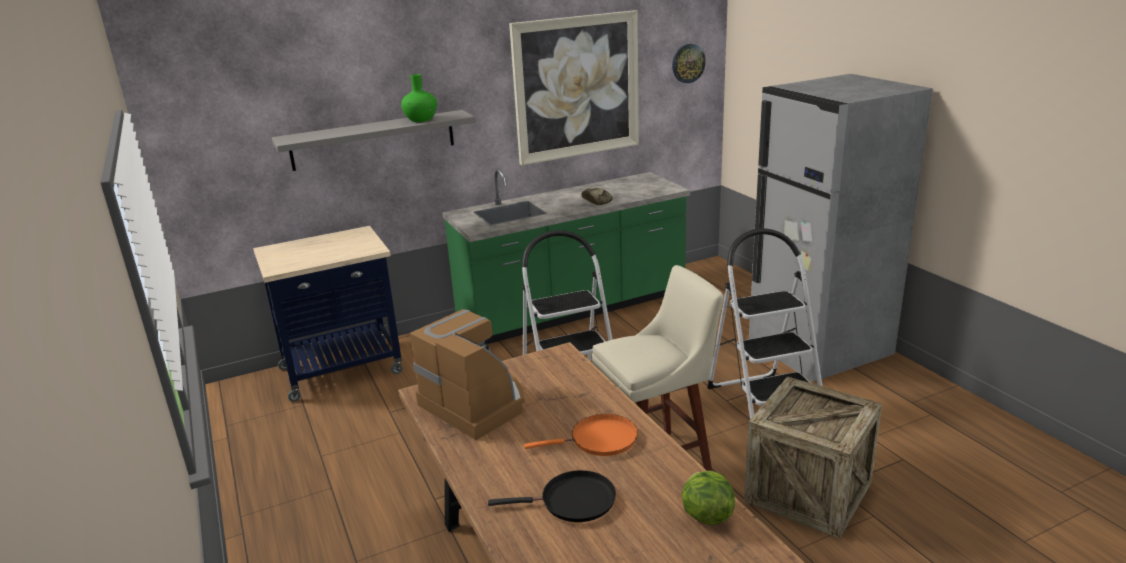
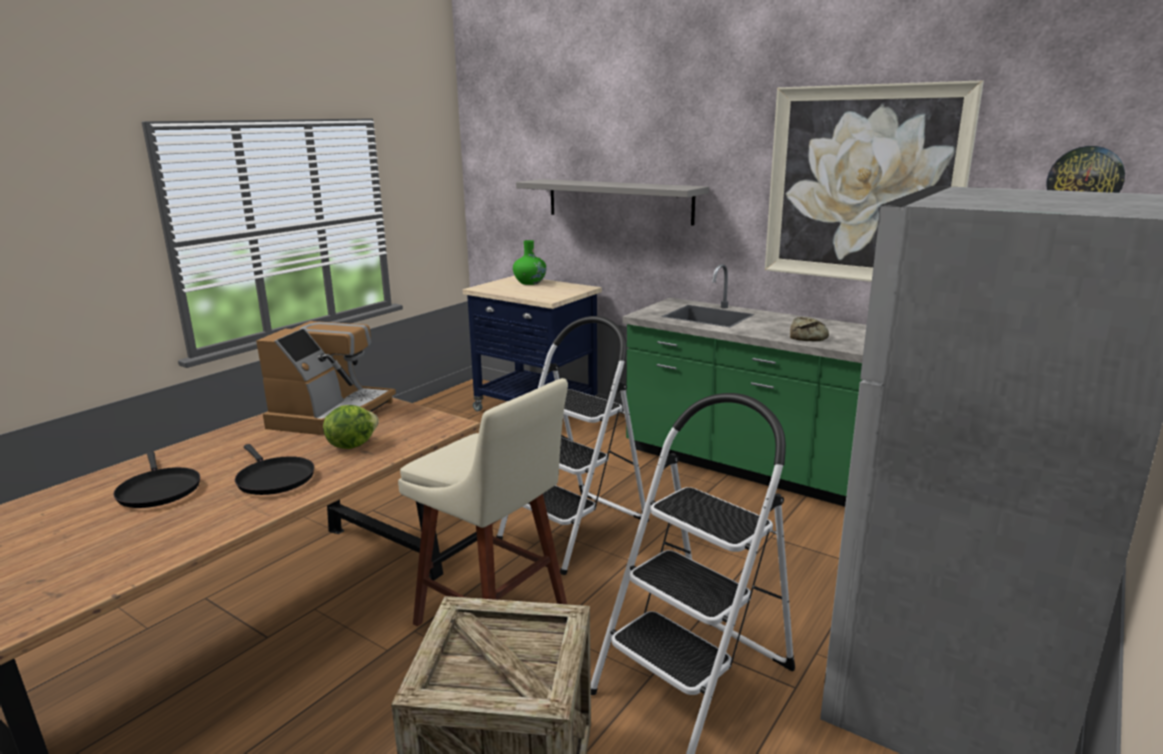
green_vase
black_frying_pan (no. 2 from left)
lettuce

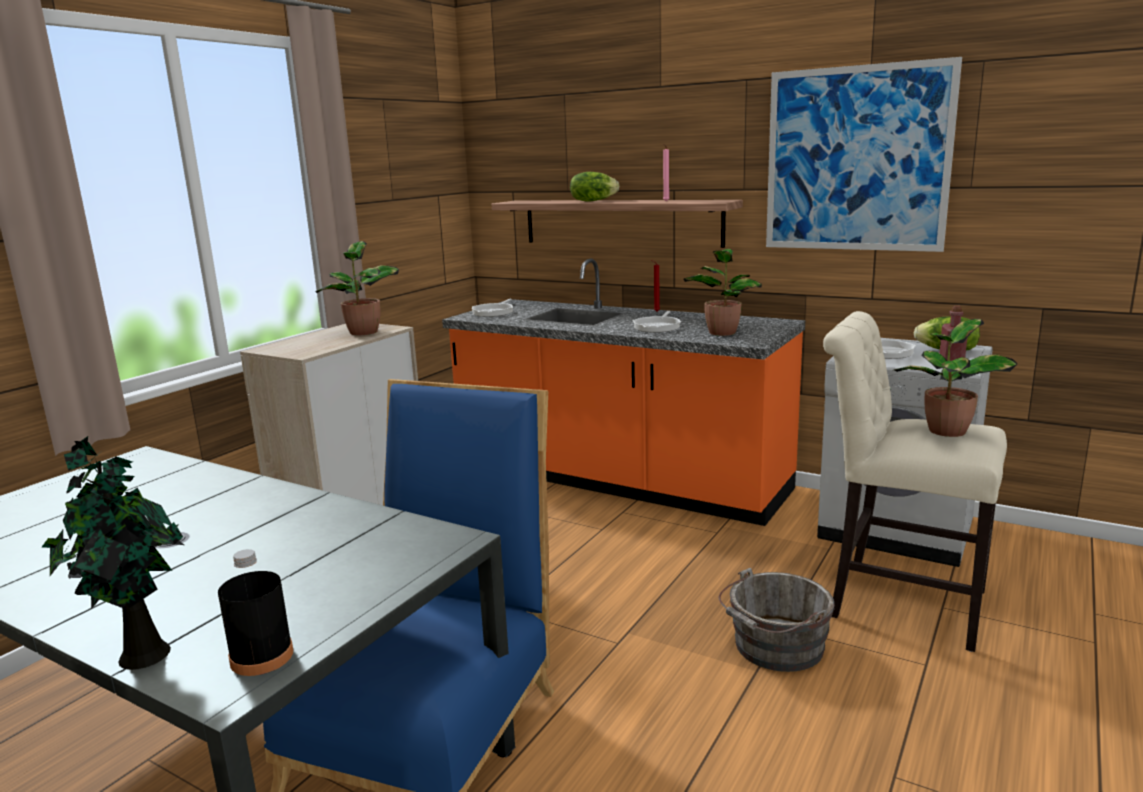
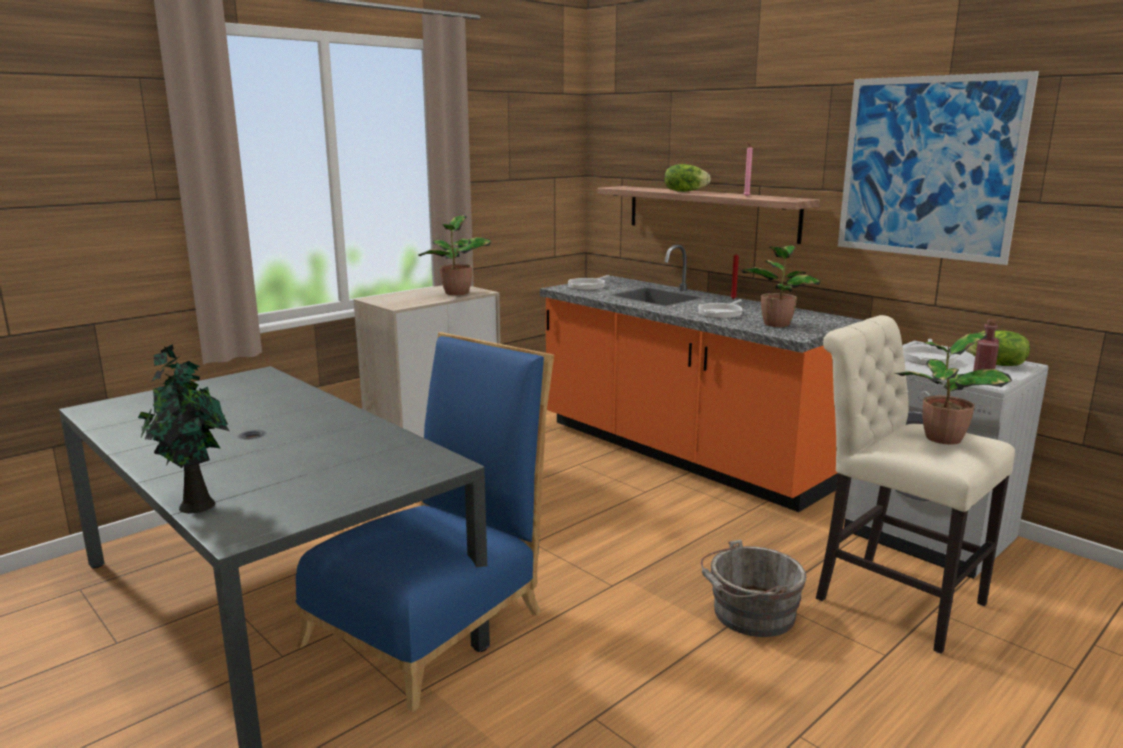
black_bottle

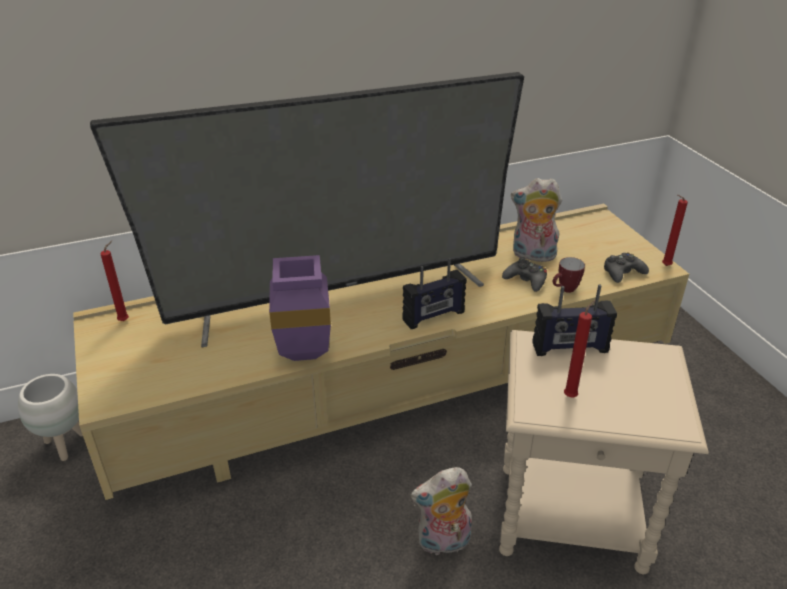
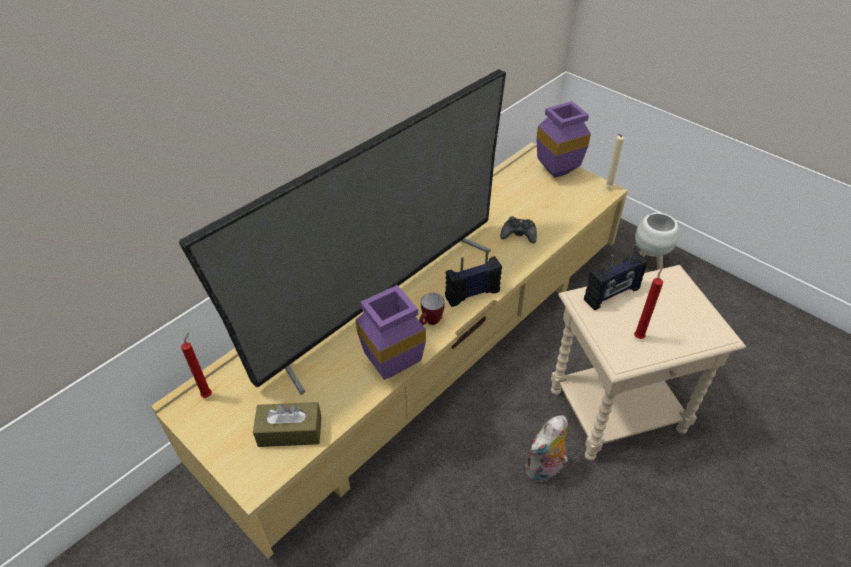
white_planter
radio (no. 1 from left)
plush_toy (no. 2 from left in the first image)
mug
black_game_controller (no. 2 from left in the first image)
beige_candle
brown_tissue_box
purple_vase (no. 2 from left)

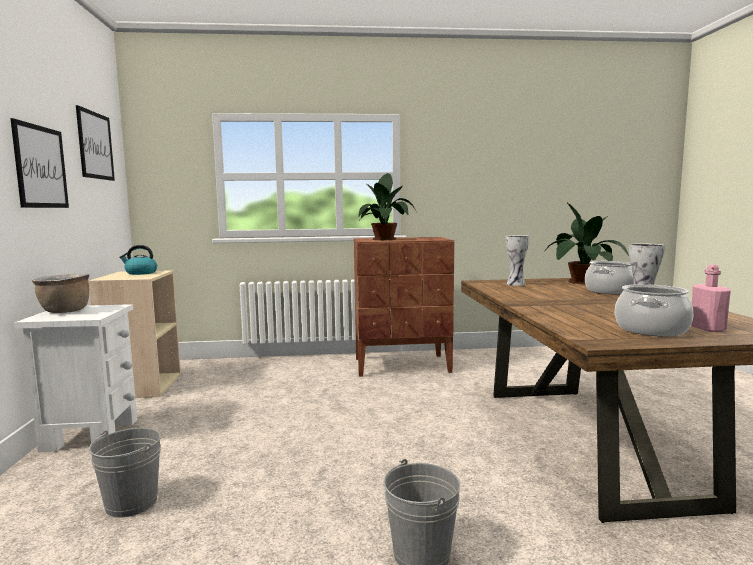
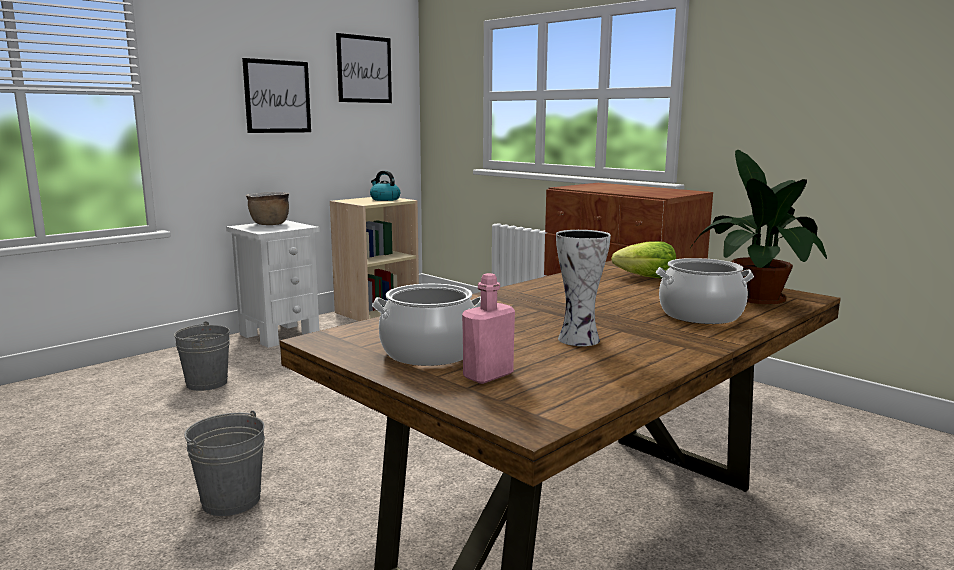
potted_plant (no. 1 from left in the first image)
lettuce

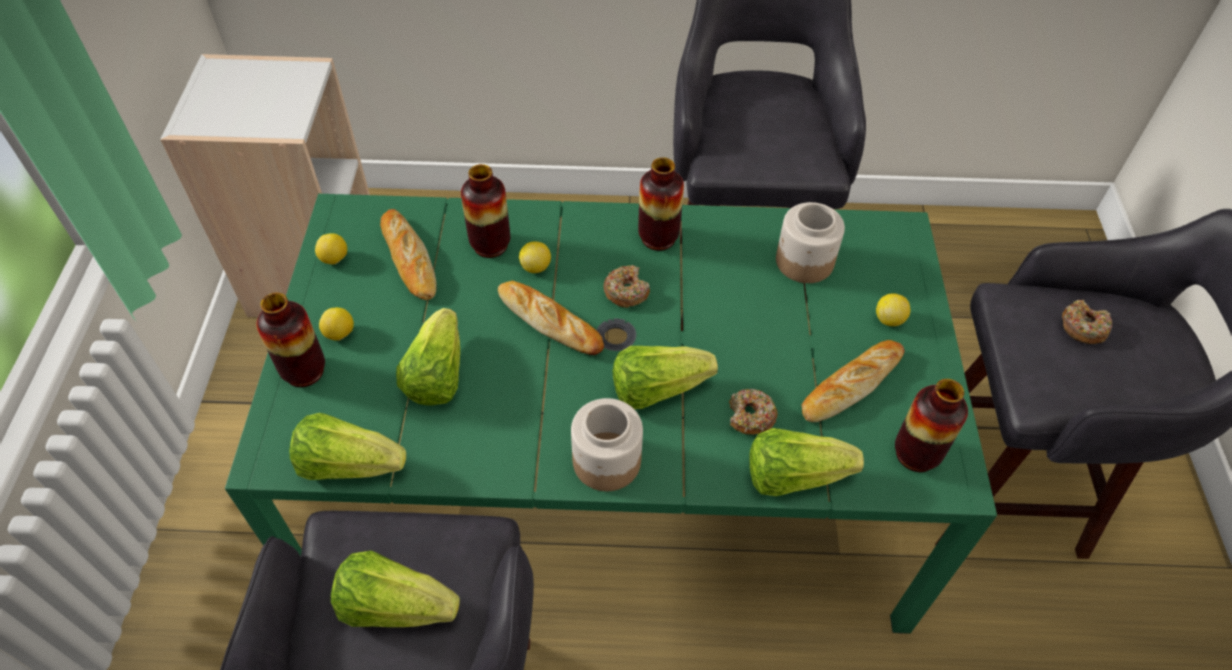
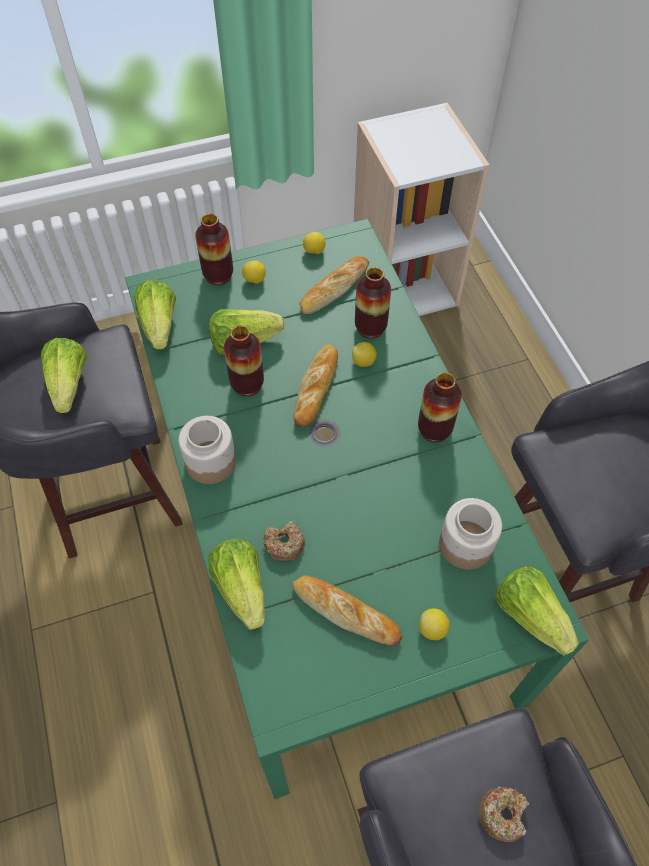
donut (no. 1 from left in the first image)
lettuce (no. 5 from left)
vase (no. 2 from left)

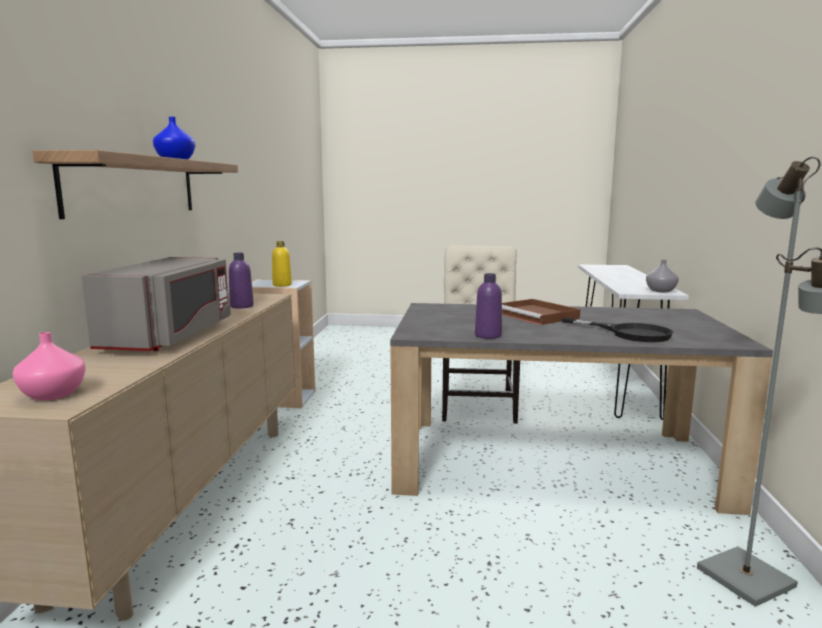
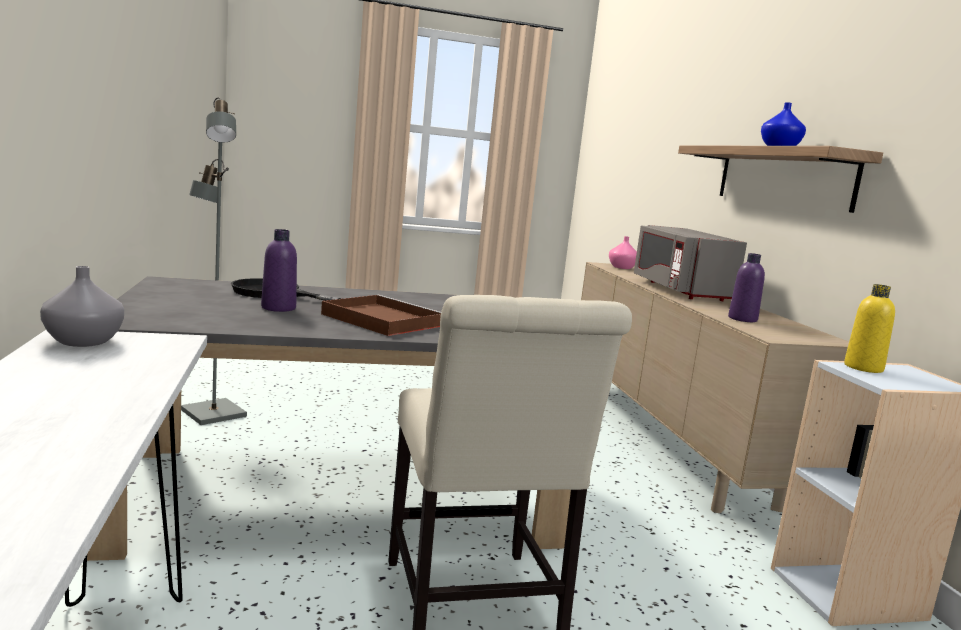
purple_bottle (no. 1 from left)

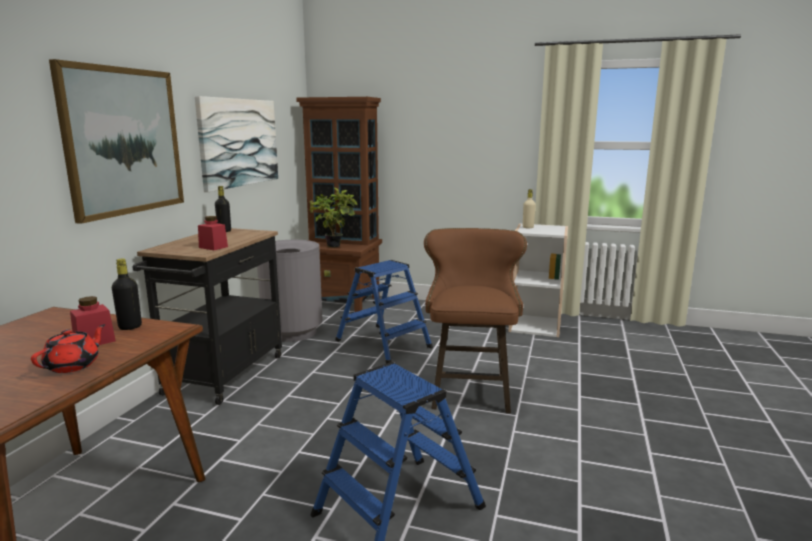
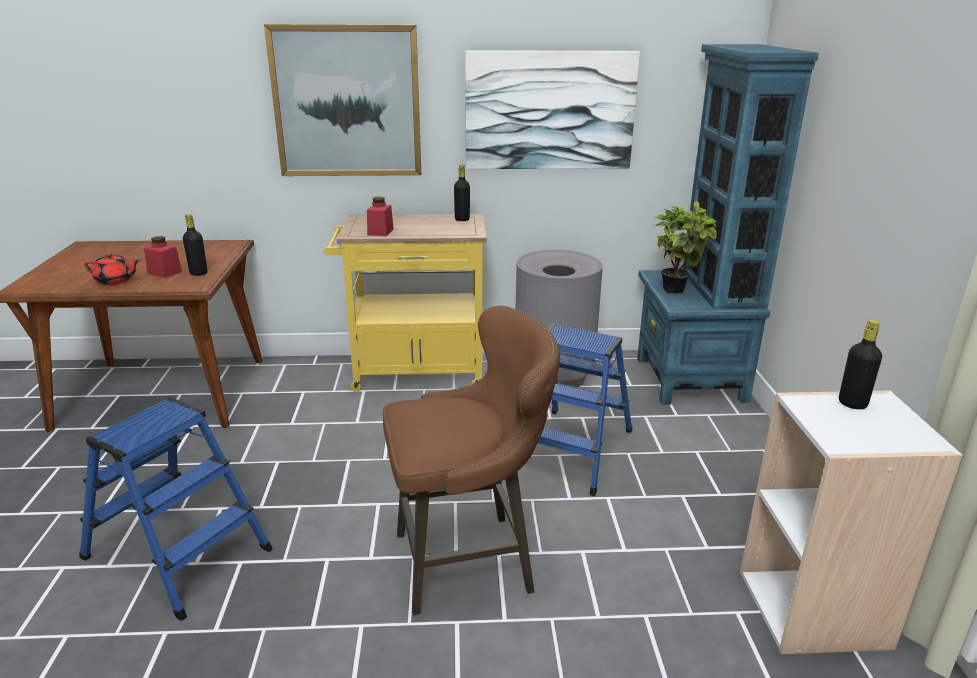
yellow_cart
blue_cabinet
black_bottle (no. 3 from left)

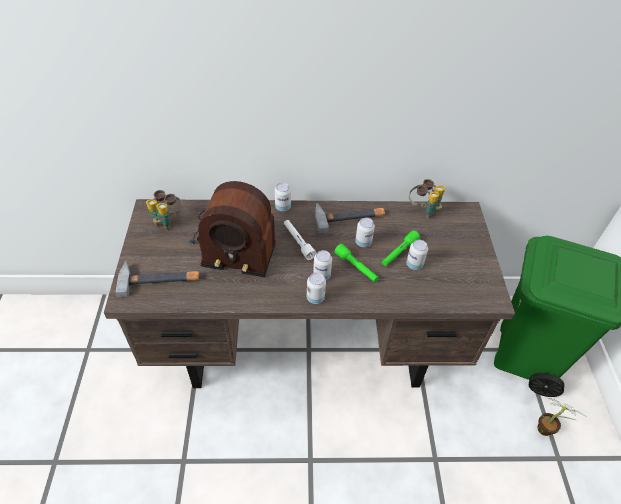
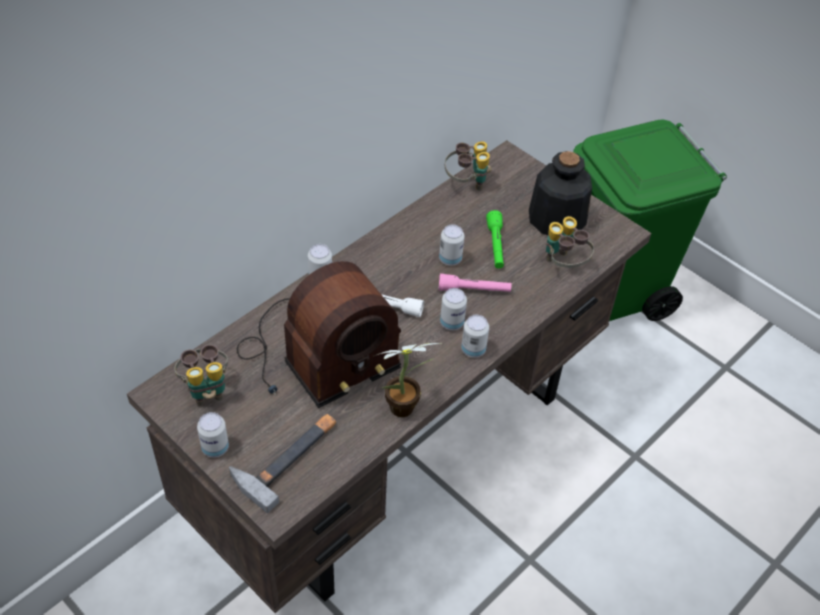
hammer (no. 2 from left in the first image)
pink_flashlight
can (no. 1 from left)
potted_plant
bottle
binoculars (no. 3 from left)

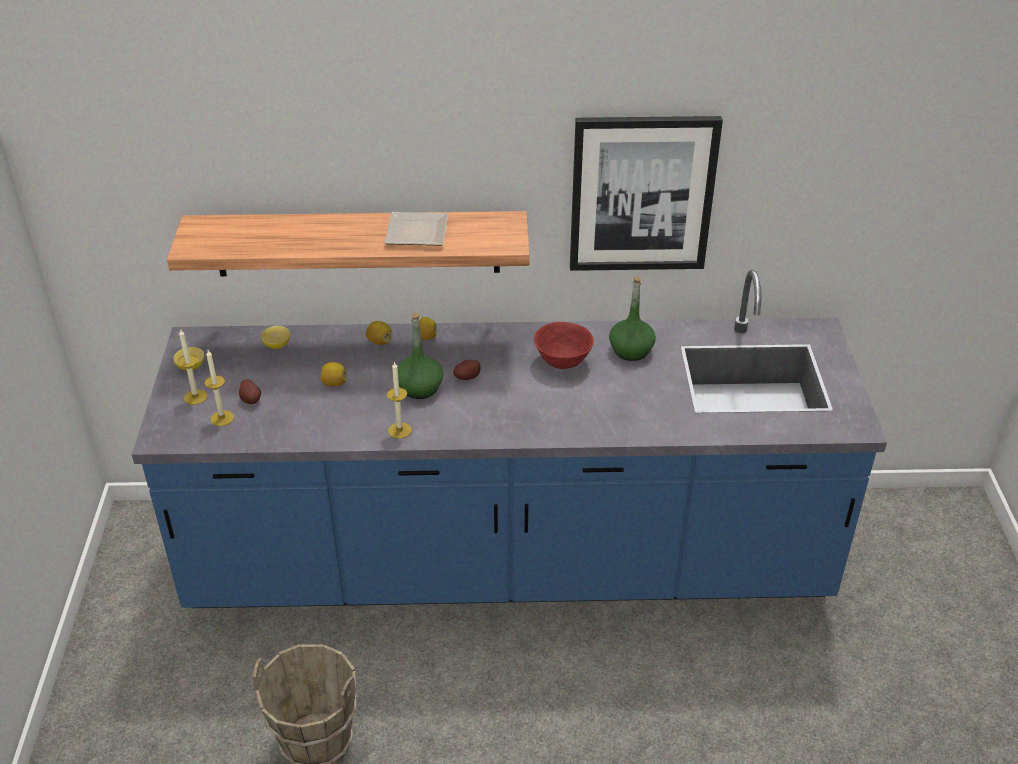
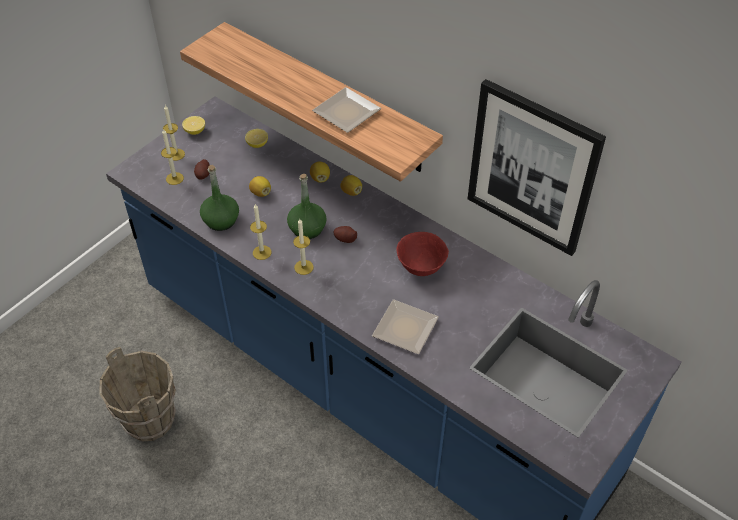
green_bottle (no. 1 from left)
candle (no. 4 from left)
plate (no. 2 from left)

